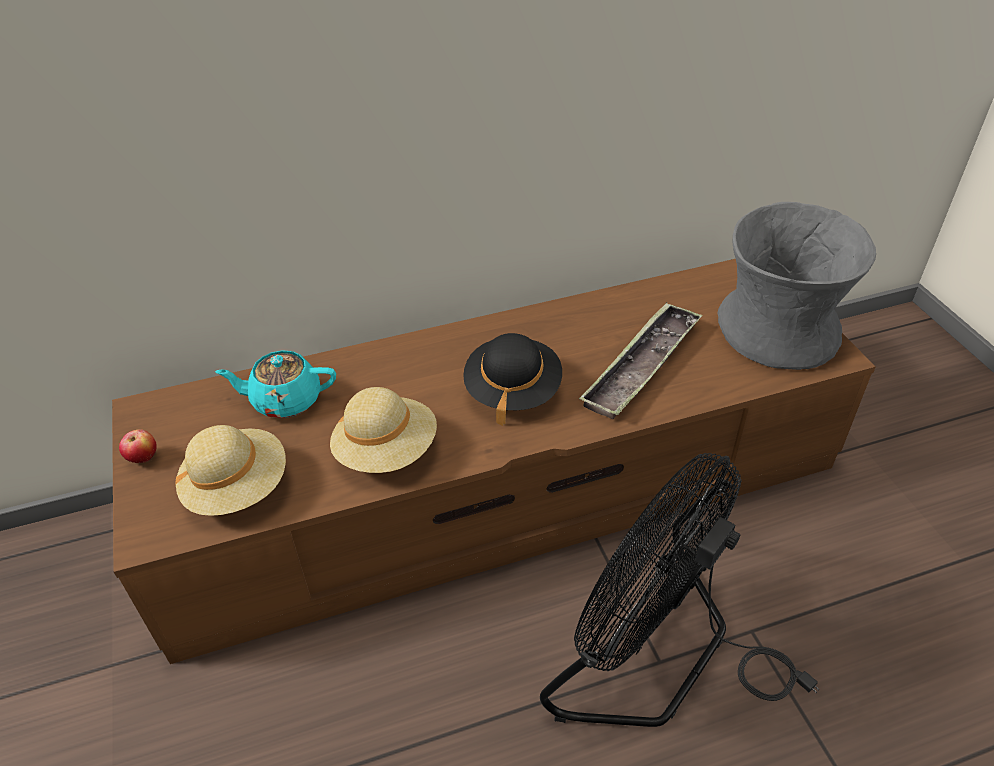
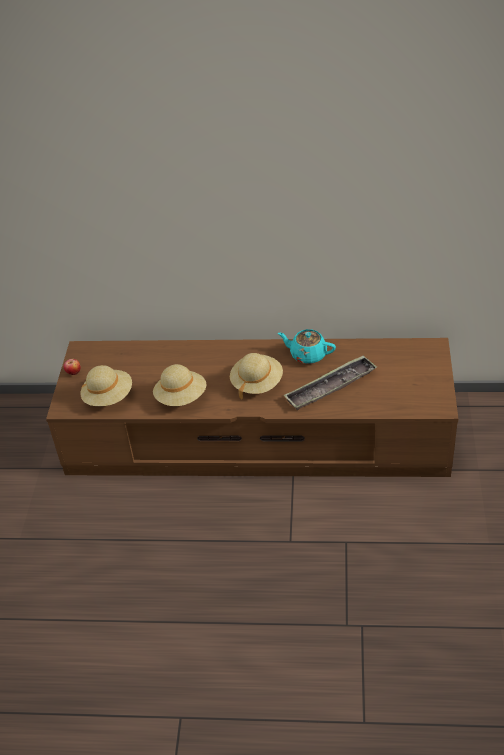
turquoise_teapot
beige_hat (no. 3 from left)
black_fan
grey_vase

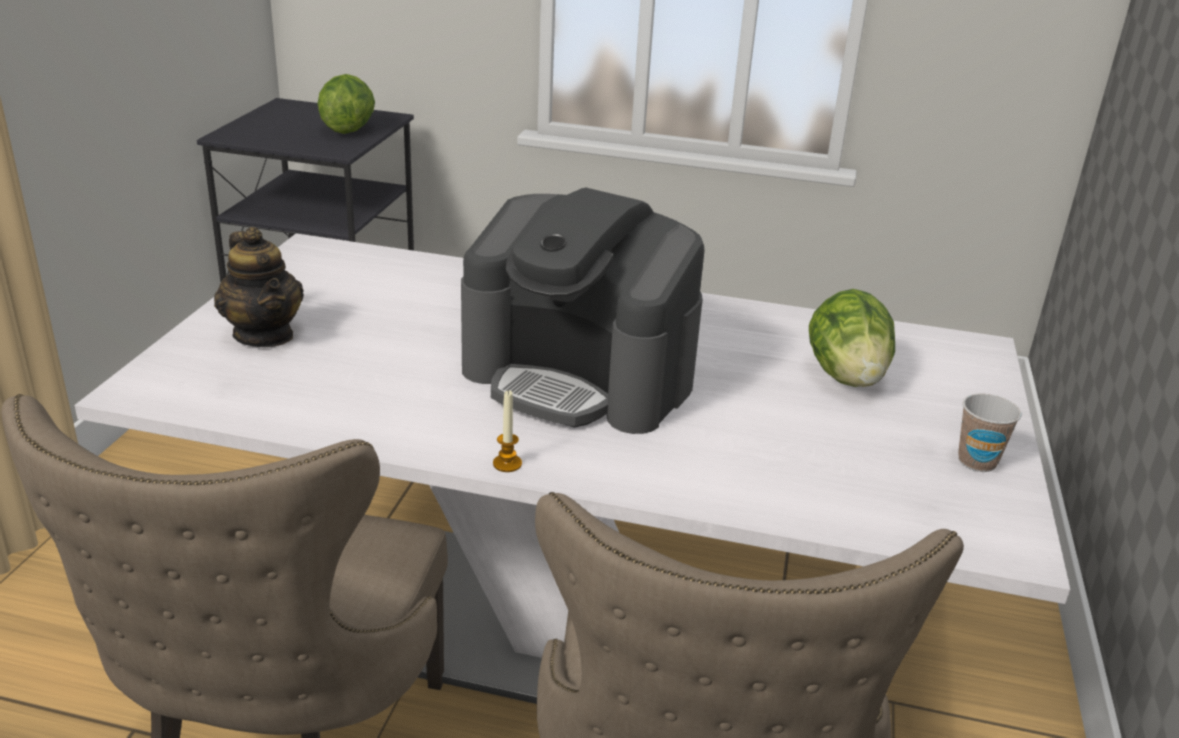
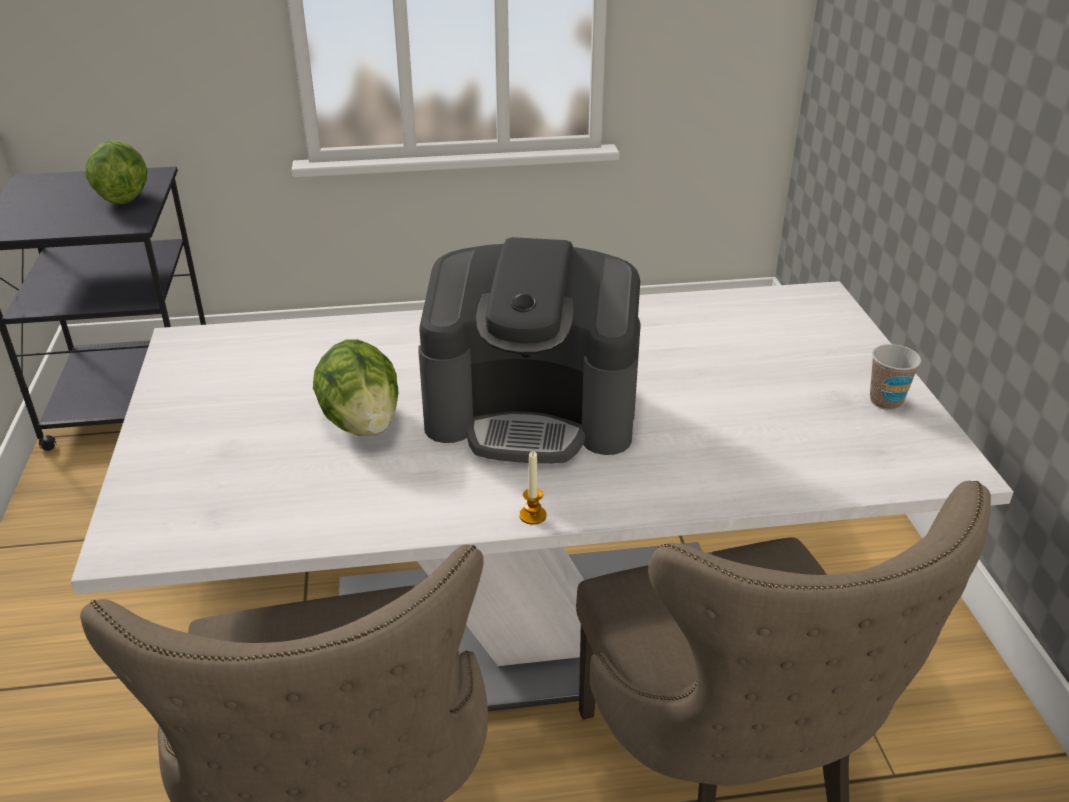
teapot
lettuce (no. 2 from left)

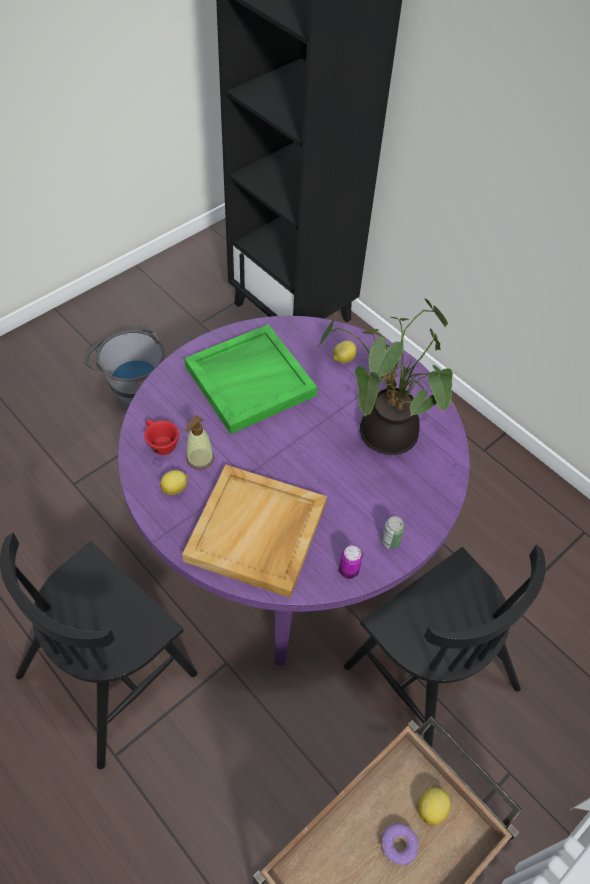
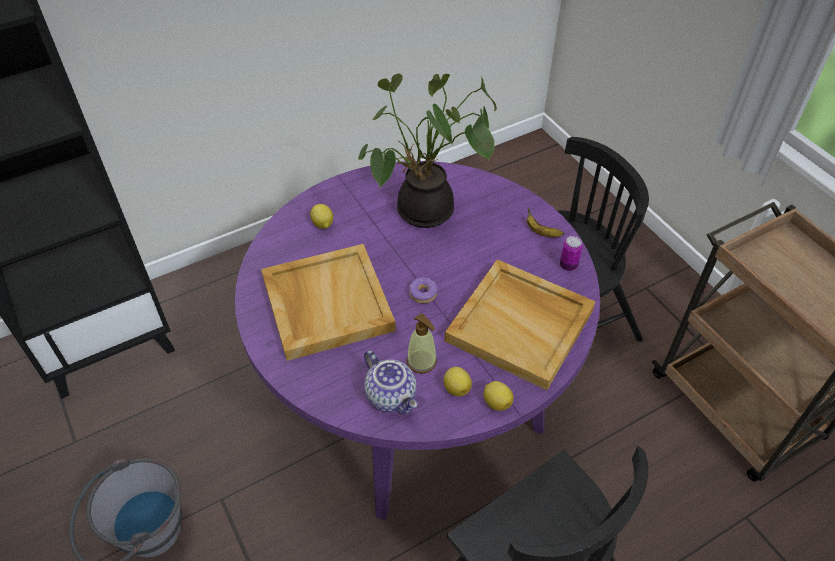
teapot
beige_tray (no. 1 from left)
banana
donut
lemon (no. 3 from left)

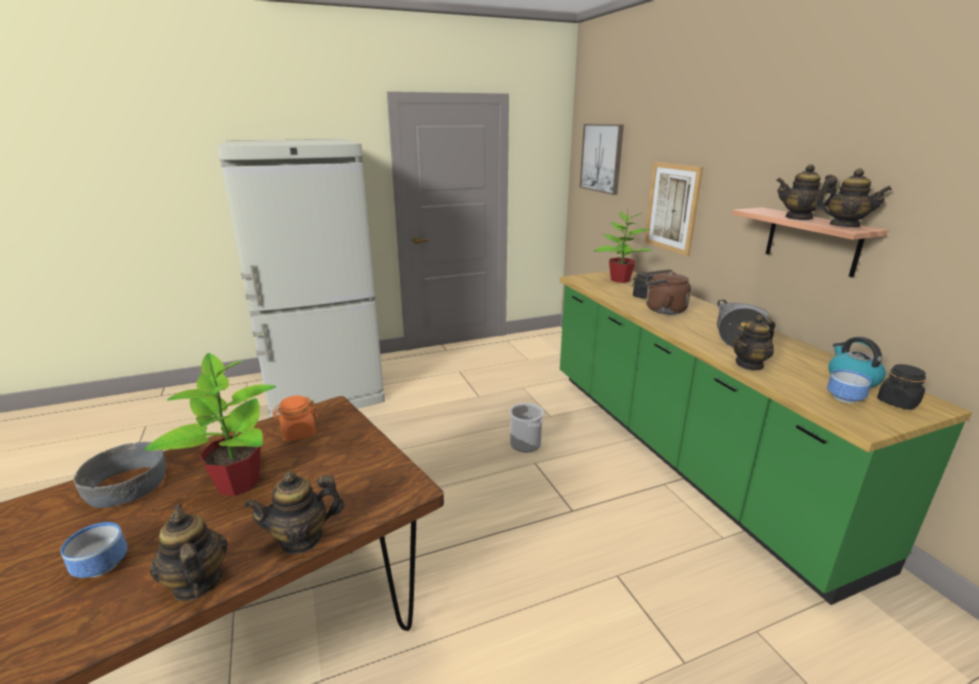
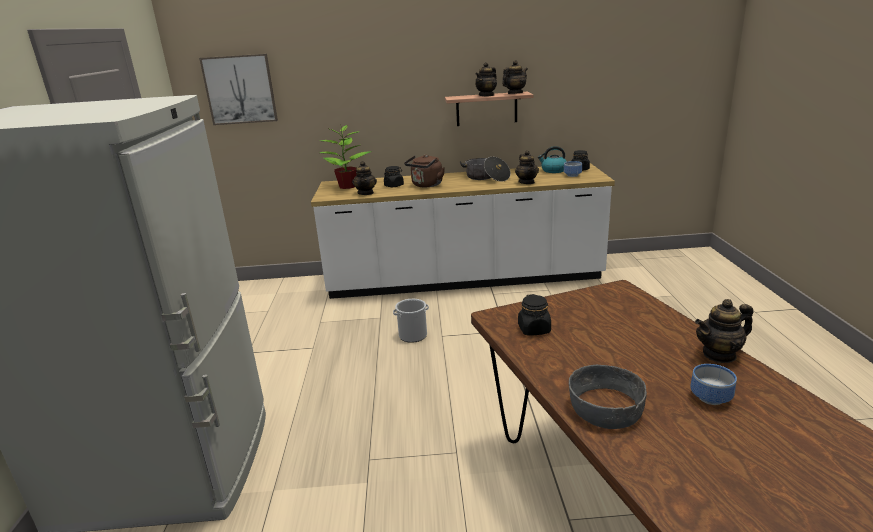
potted_plant (no. 1 from left in the first image)
teapot (no. 1 from left)
black_jar (no. 2 from left)
white_counter
picture (no. 2 from left in the first image)

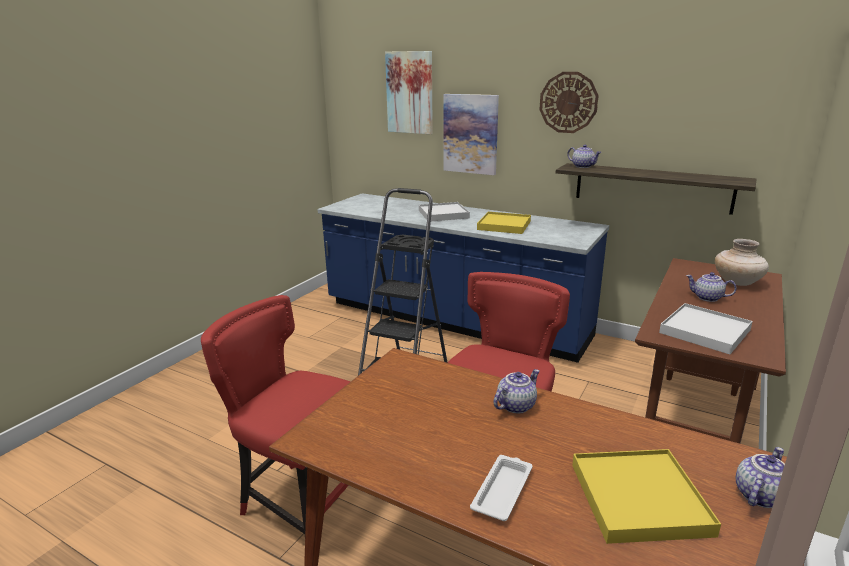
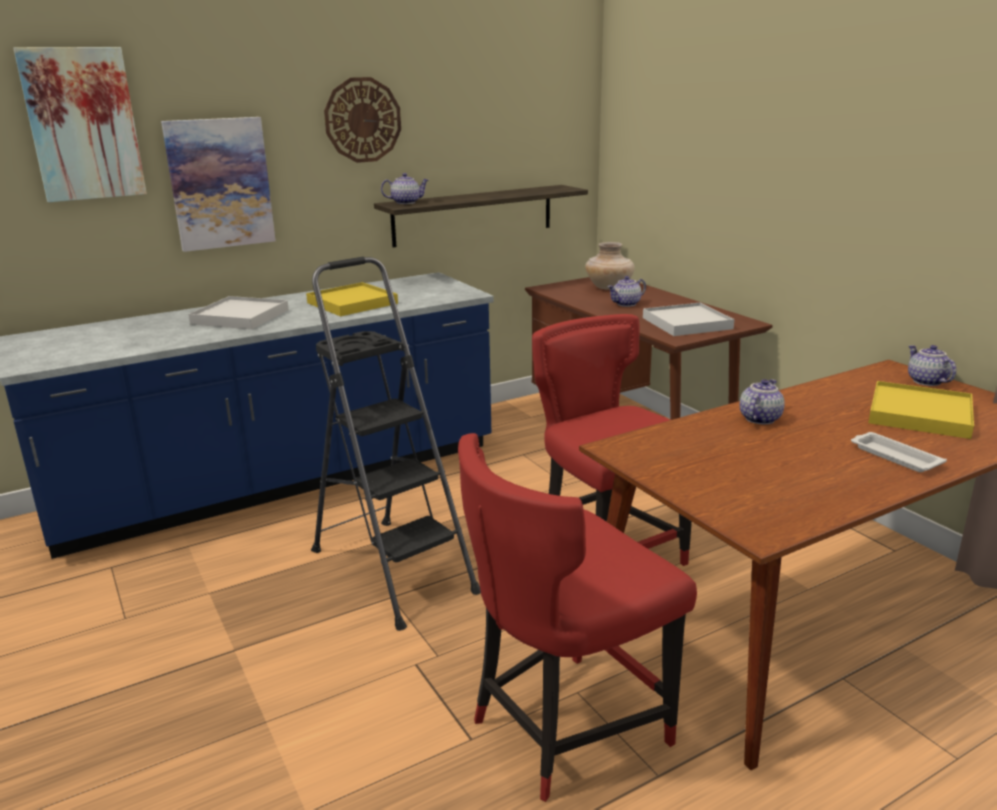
teapot (no. 3 from left)

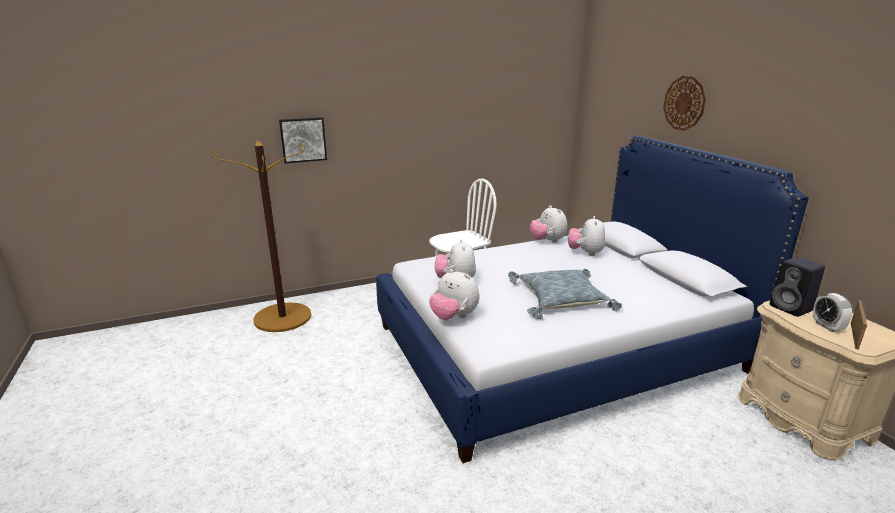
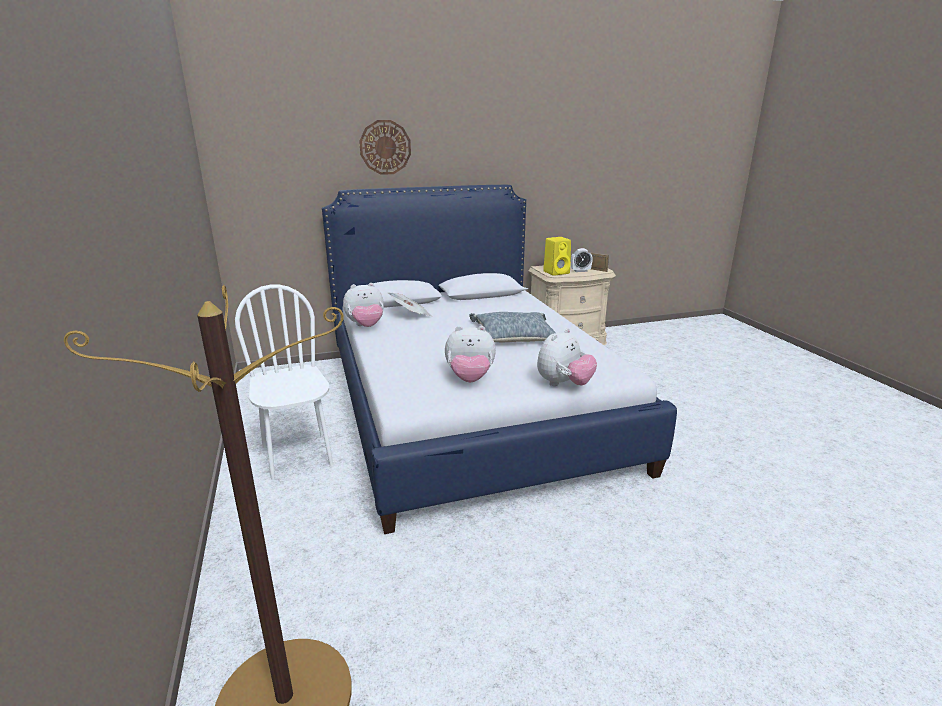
picture
newspaper
yellow_speaker

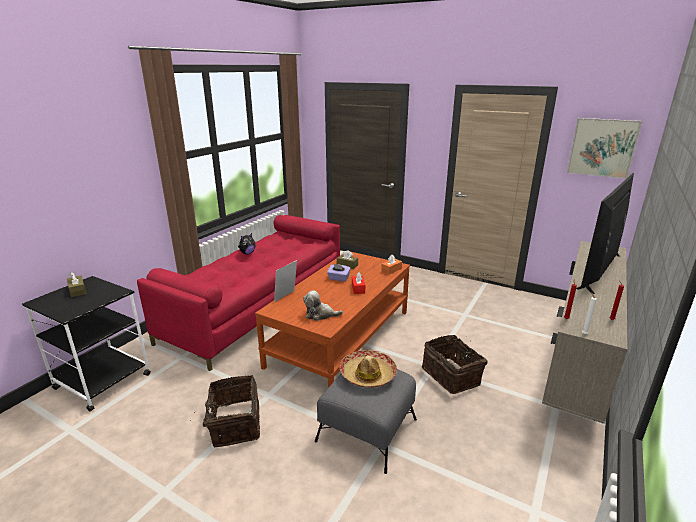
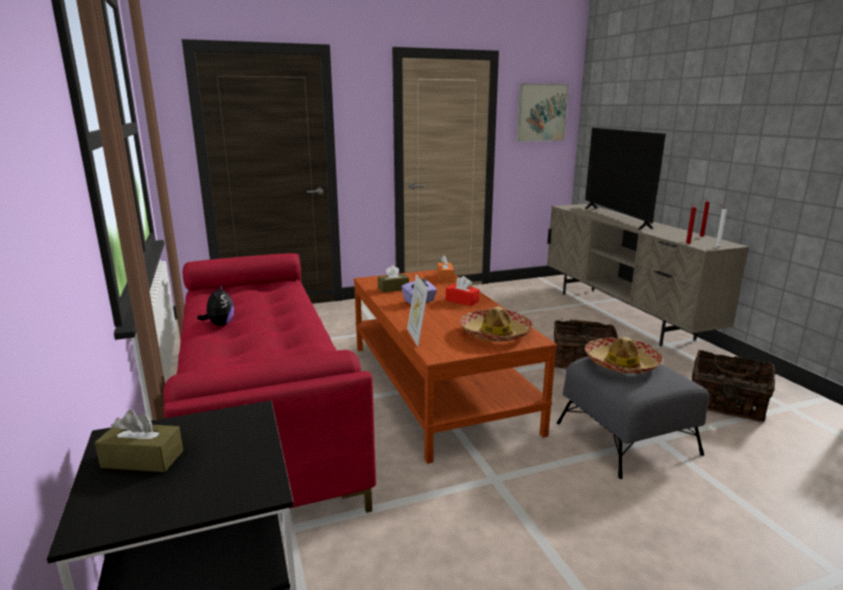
basket (no. 2 from left)
hat (no. 1 from left)

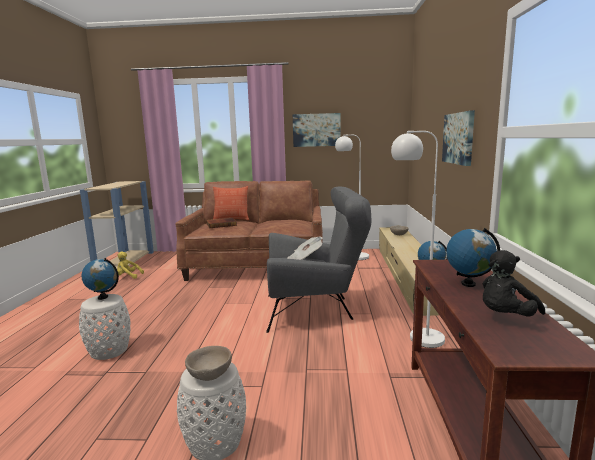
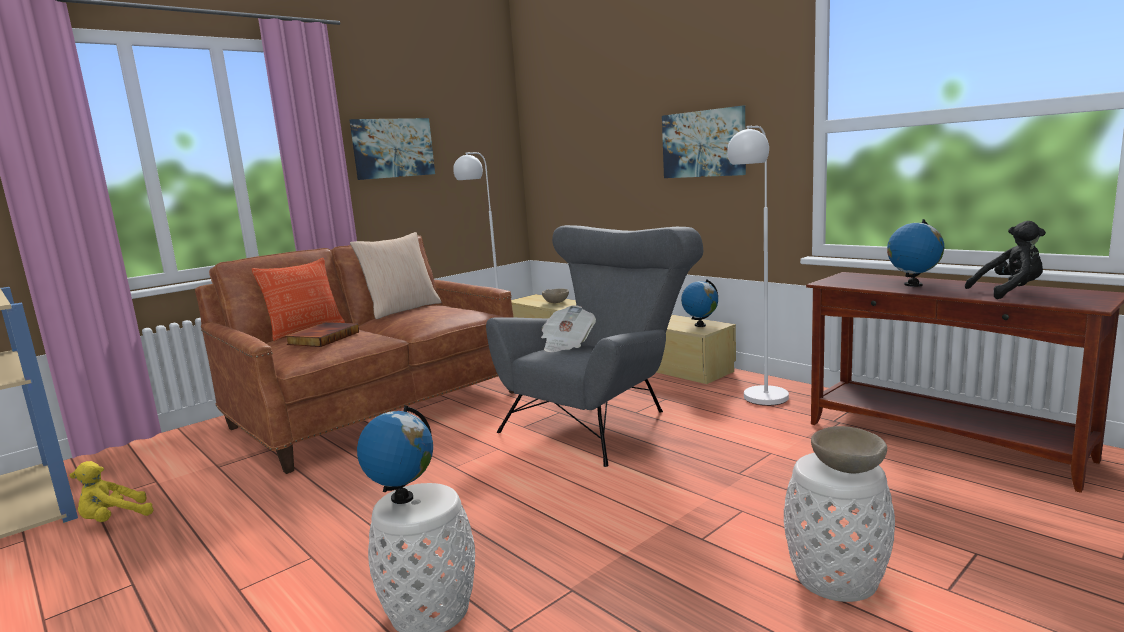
black_plush_toy
beige_pillow

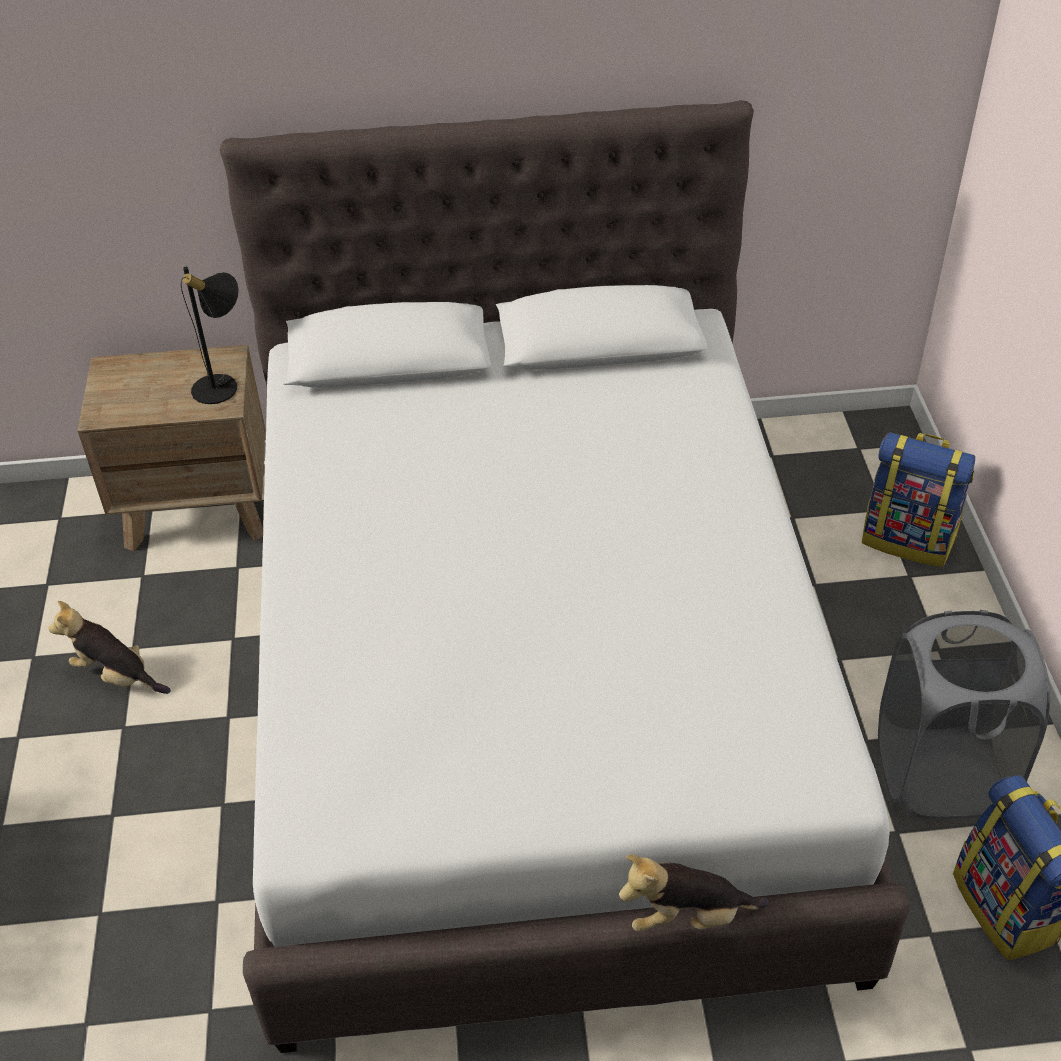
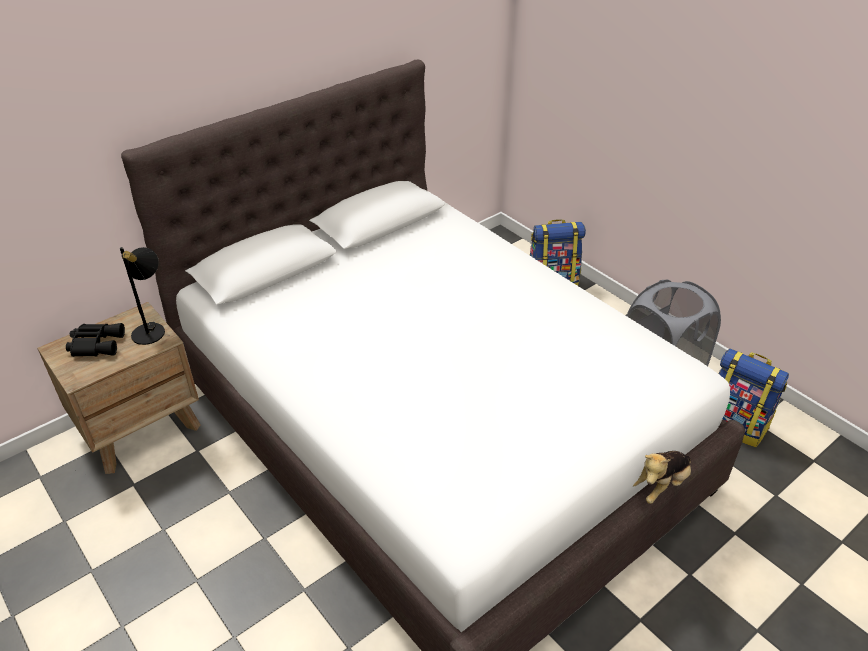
plush_toy (no. 1 from left in the first image)
black_binoculars

